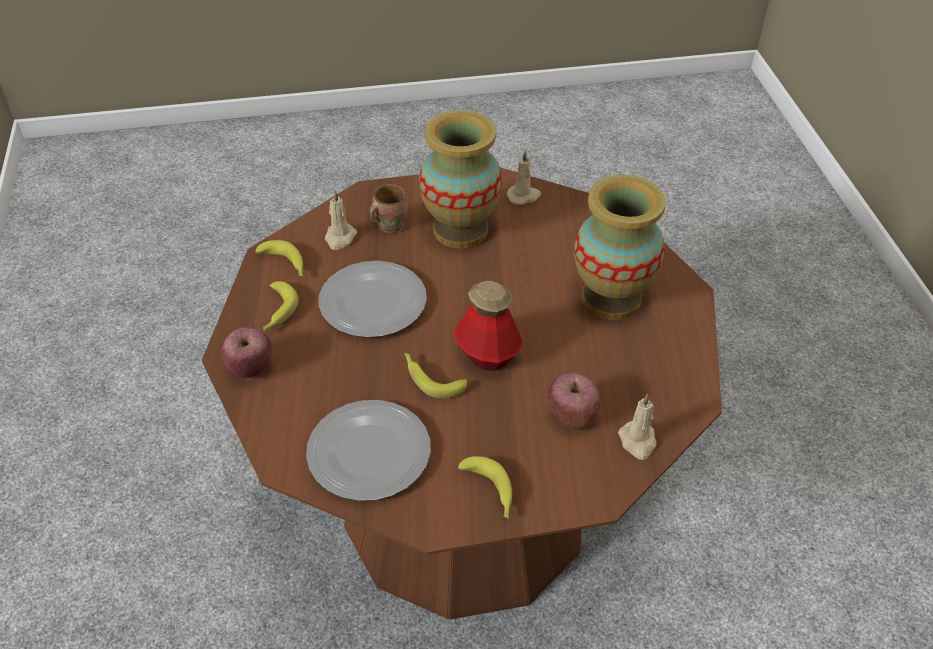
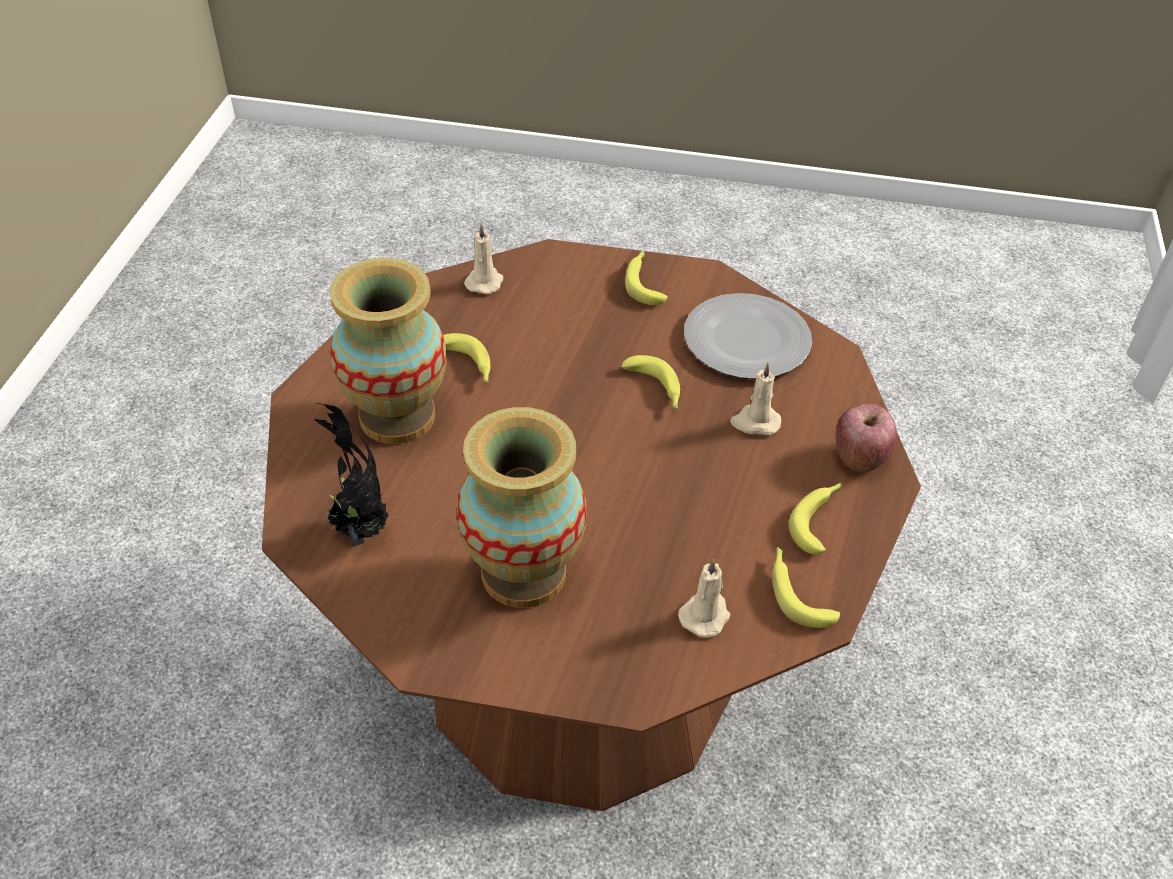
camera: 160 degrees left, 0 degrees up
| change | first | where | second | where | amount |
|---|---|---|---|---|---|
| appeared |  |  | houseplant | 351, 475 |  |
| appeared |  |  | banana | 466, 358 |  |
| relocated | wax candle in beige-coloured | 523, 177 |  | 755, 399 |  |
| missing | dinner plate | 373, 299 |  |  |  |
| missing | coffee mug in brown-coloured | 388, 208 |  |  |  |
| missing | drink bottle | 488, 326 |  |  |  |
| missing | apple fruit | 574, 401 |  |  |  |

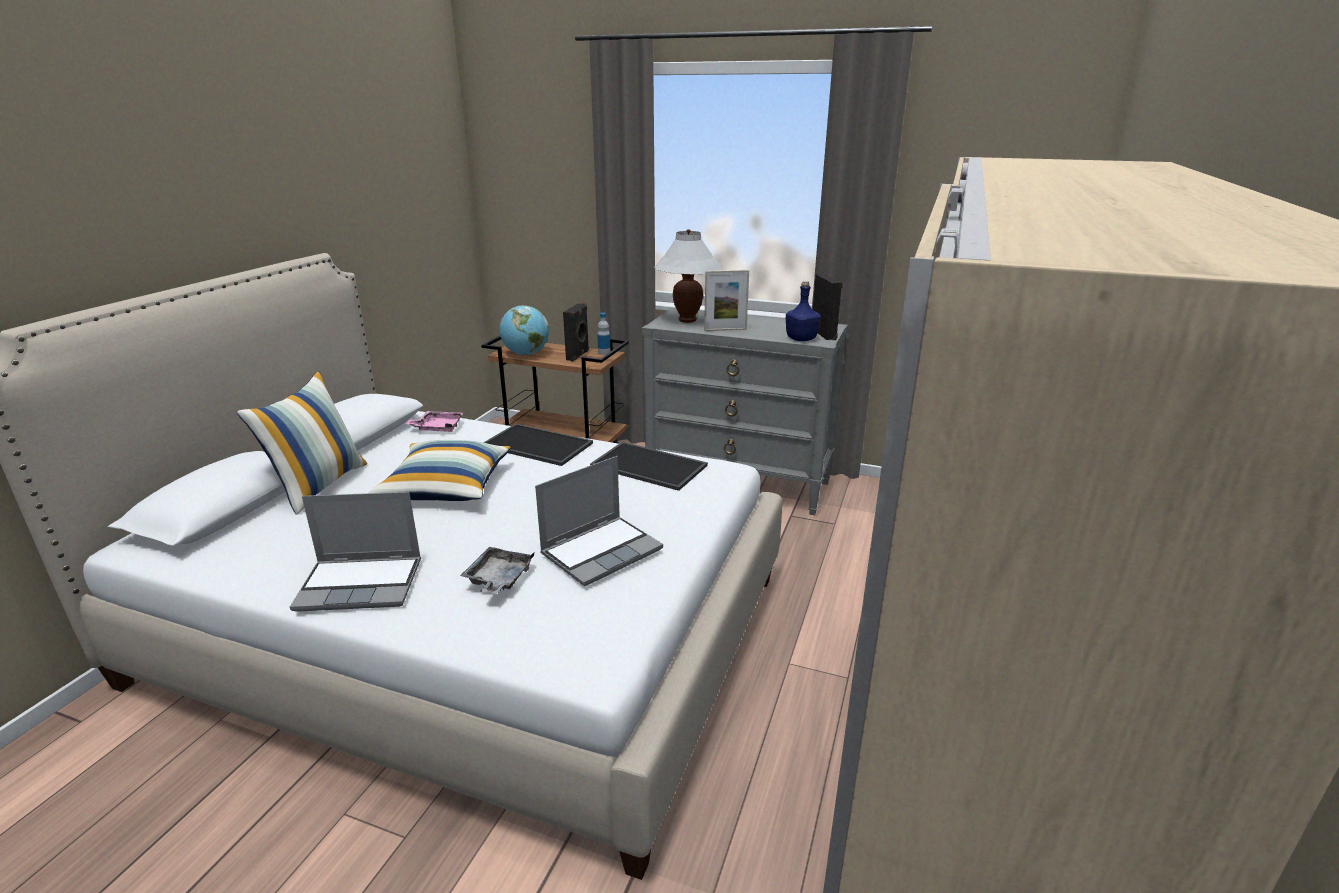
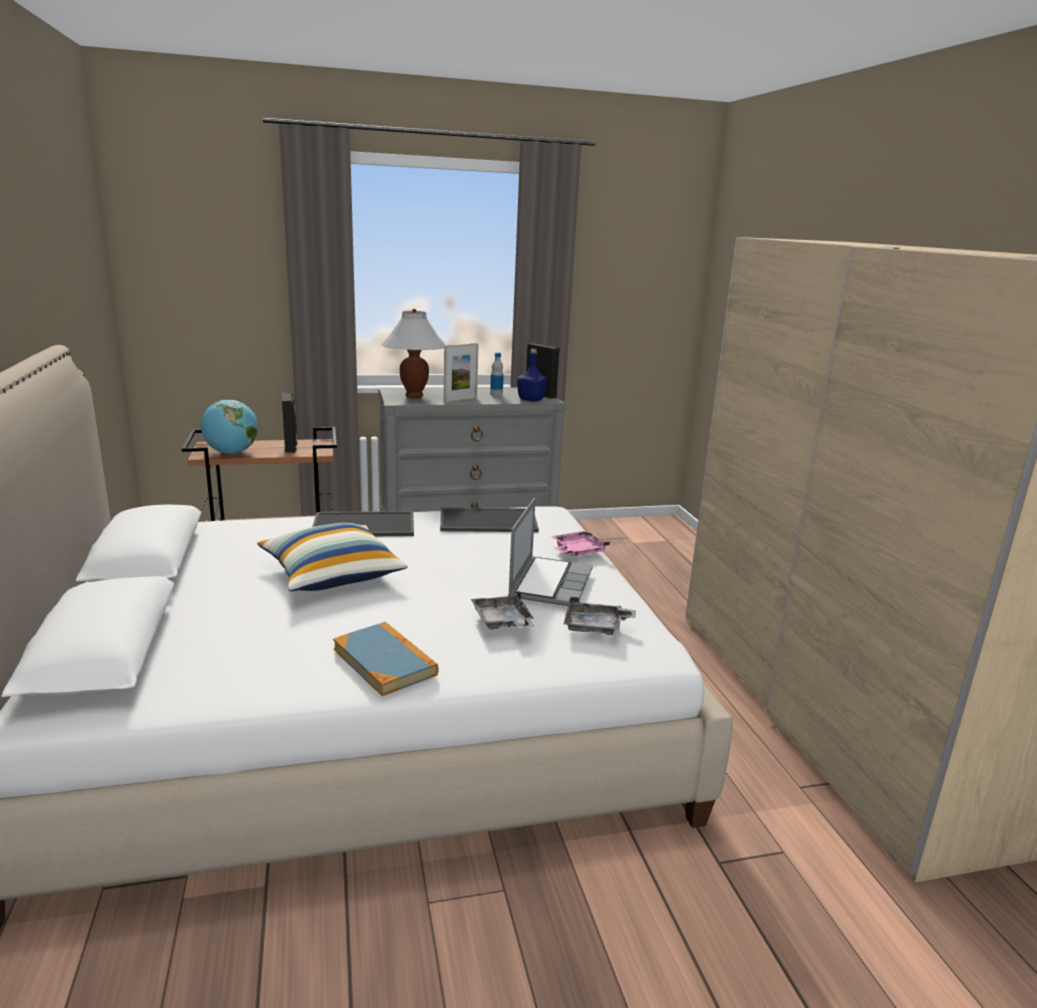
camera: 35 degrees left, 5 degrees down
| change | first | where | second | where | amount |
|---|---|---|---|---|---|
| exchanged | notebook computer | 355, 552 | book | 386, 659 |  |
| relocated | drink bottle | 603, 334 |  | 497, 374 |  |
| relocated | tray in pink | 434, 421 |  | 580, 543 |  |
| appeared |  |  | tray in greyish | 600, 616 |  |
| missing | throw pillow | 302, 443 |  |  |  |

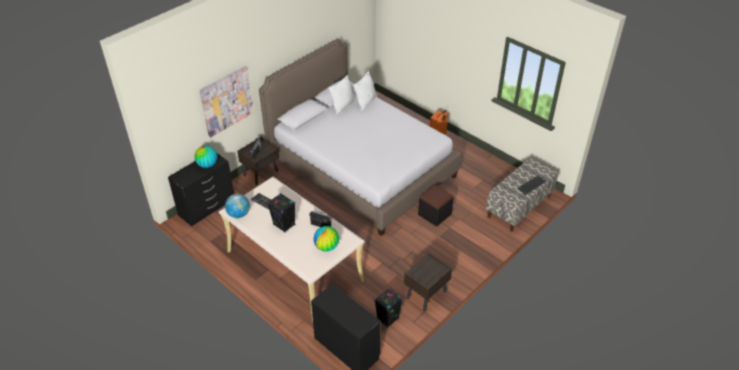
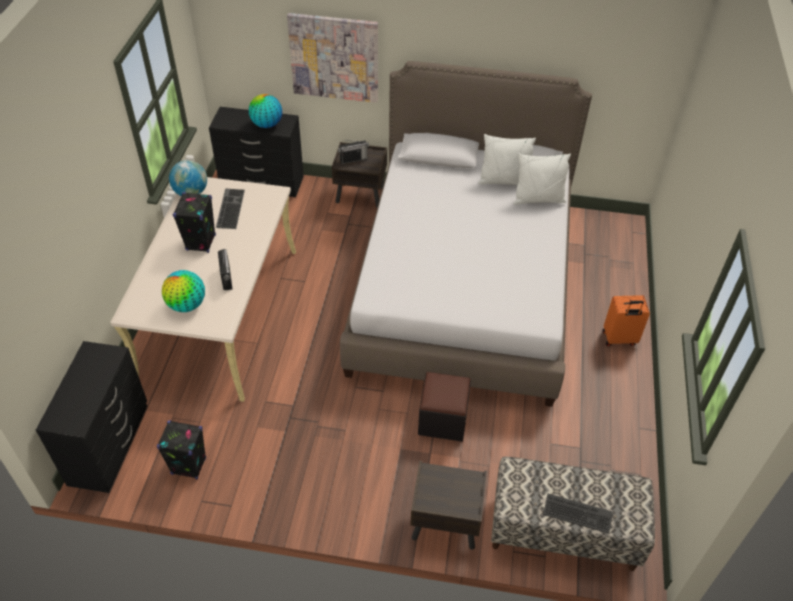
camera: 55 degrees right, 5 degrees up
| change | first | where | second | where | amount |
|---|---|---|---|---|---|
| relocated | bedside table in brown-coloured | 428, 281 |  | 448, 505 |  |

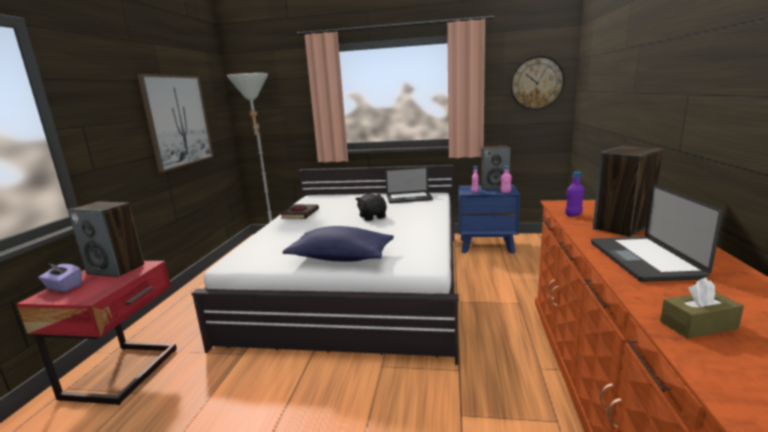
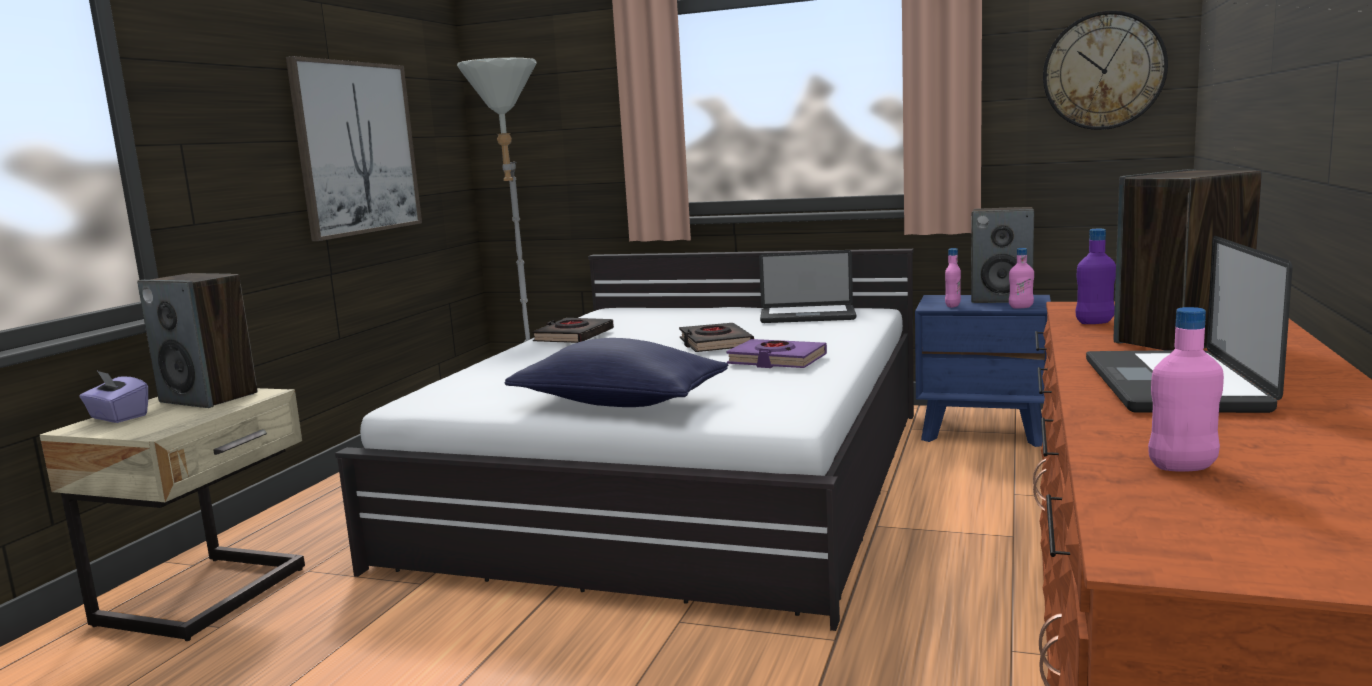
camera: 10 degrees right, 5 degrees down
| change | first | where | second | where | amount |
|---|---|---|---|---|---|
| colour | bedside table in red | 96, 333 | bedside table in beige-coloured | 172, 514 |  |
| exchanged | cuddly toy in black | 371, 207 | book in black | 716, 337 |  |
| appeared |  |  | book in purple-coloured | 776, 353 |  |
| exchanged | tissue holder in brown-coloured | 702, 308 | drink bottle in pink | 1186, 389 |  |

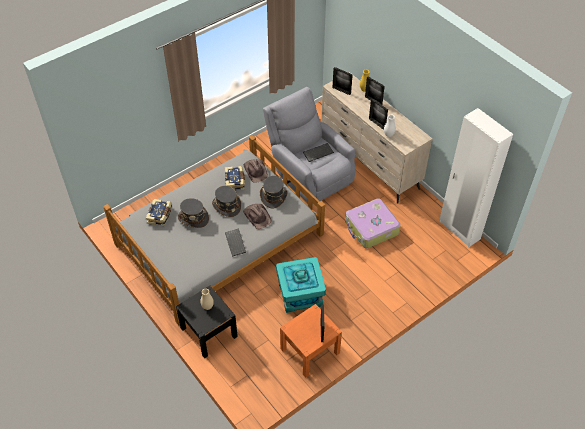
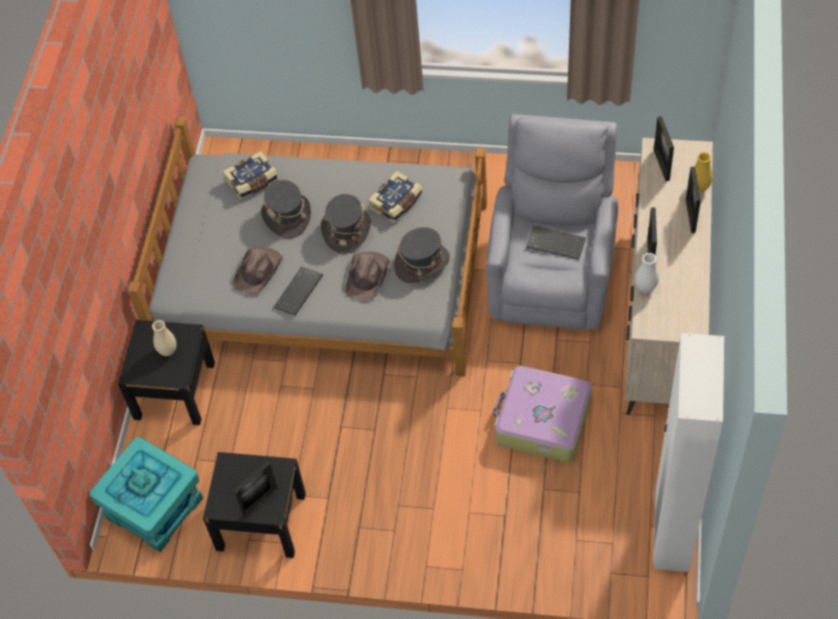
camera: 50 degrees right, 5 degrees up
| change | first | where | second | where | amount |
|---|---|---|---|---|---|
| relocated | storage box in blue-green | 301, 285 |  | 146, 494 |  |
| colour | bedside table in orange | 311, 341 | bedside table in black | 254, 505 |  |
| relocated | hat in brown-coloured | 255, 171 |  | 258, 270 |  |

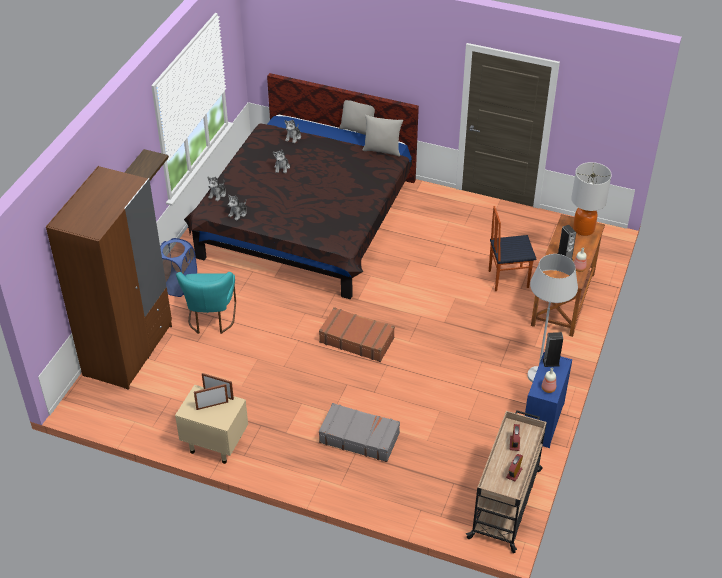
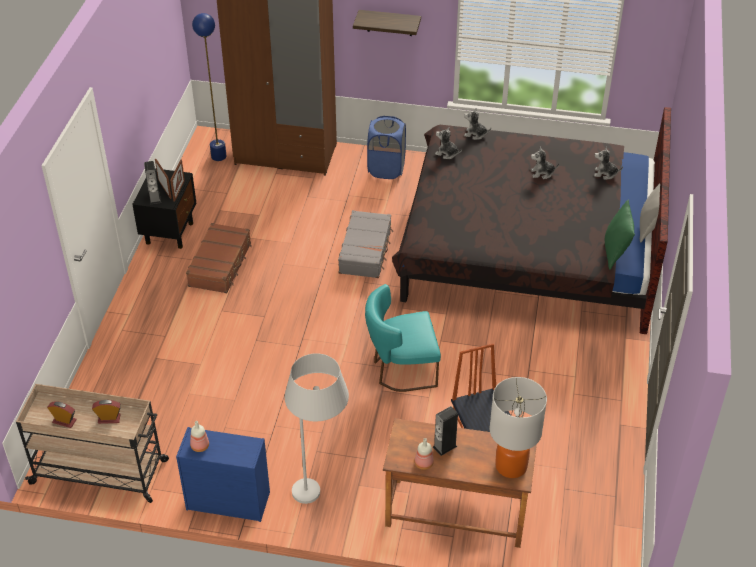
camera: 80 degrees right, 0 degrees up
| change | first | where | second | where | amount |
|---|---|---|---|---|---|
| colour | bedside table in beige-coloured | 211, 424 | bedside table in black | 164, 209 |  |
| relocated | loudspeaker | 553, 349 |  | 152, 183 |  |
| relocated | travel case in brown-coloured | 357, 334 |  | 219, 258 |  |
| appeared |  |  | standard lamp in bluish | 209, 87 |  |
| relocated | travel case in greyish | 359, 432 |  | 365, 244 |  |
| relocated | upright chair in blue-green | 206, 303 |  | 403, 338 |  |
| colour | throw pillow in greyish | 383, 135 | throw pillow in green | 620, 234 |  |

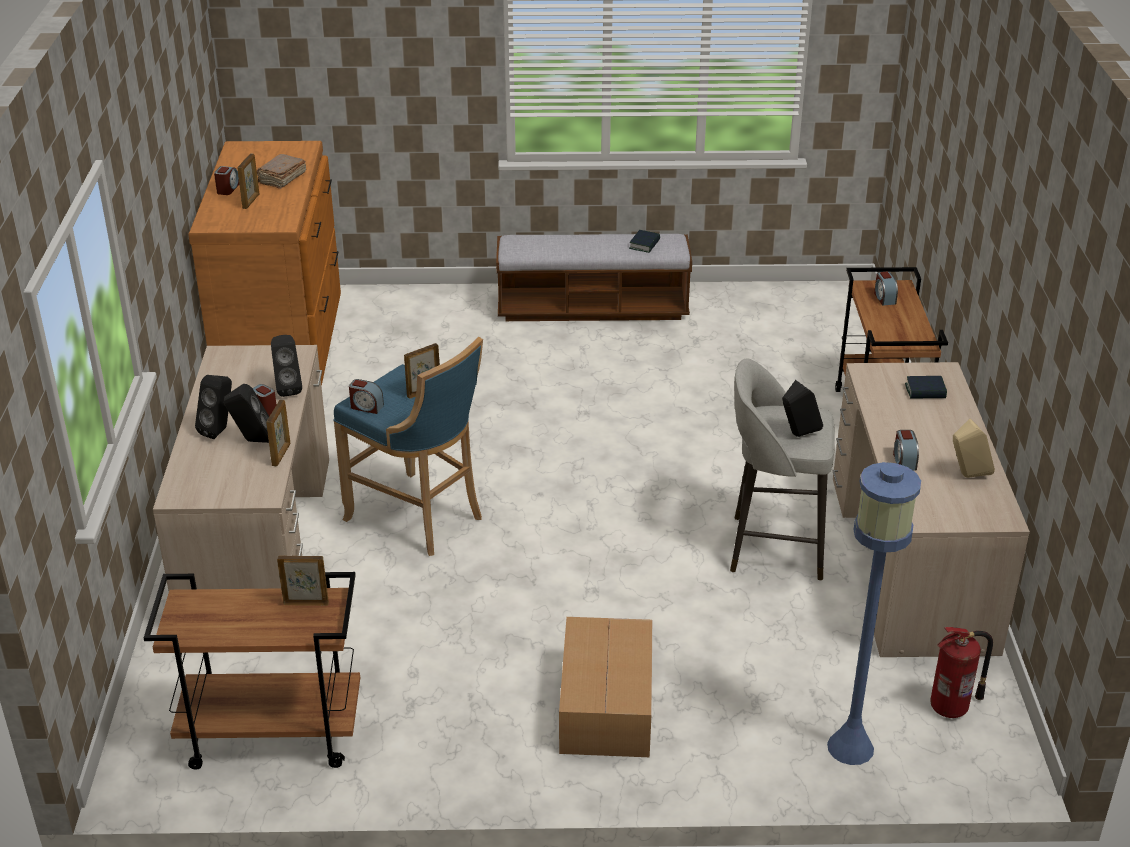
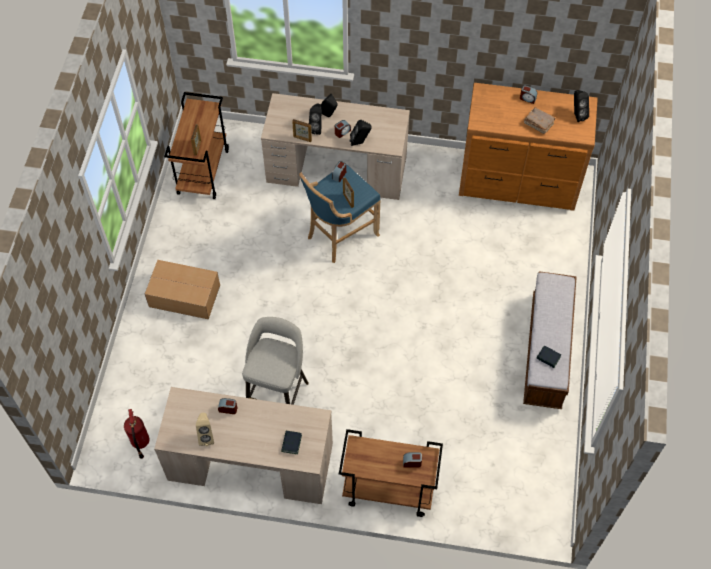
camera: 100 degrees right, 25 degrees up
| change | first | where | second | where | amount |
|---|---|---|---|---|---|
| relocated | loudspeaker in black | 802, 408 |  | 581, 106 |  |
| missing | picture frame | 248, 181 |  |  |  |
| missing | standard lamp in bluish | 874, 613 |  |  |  |

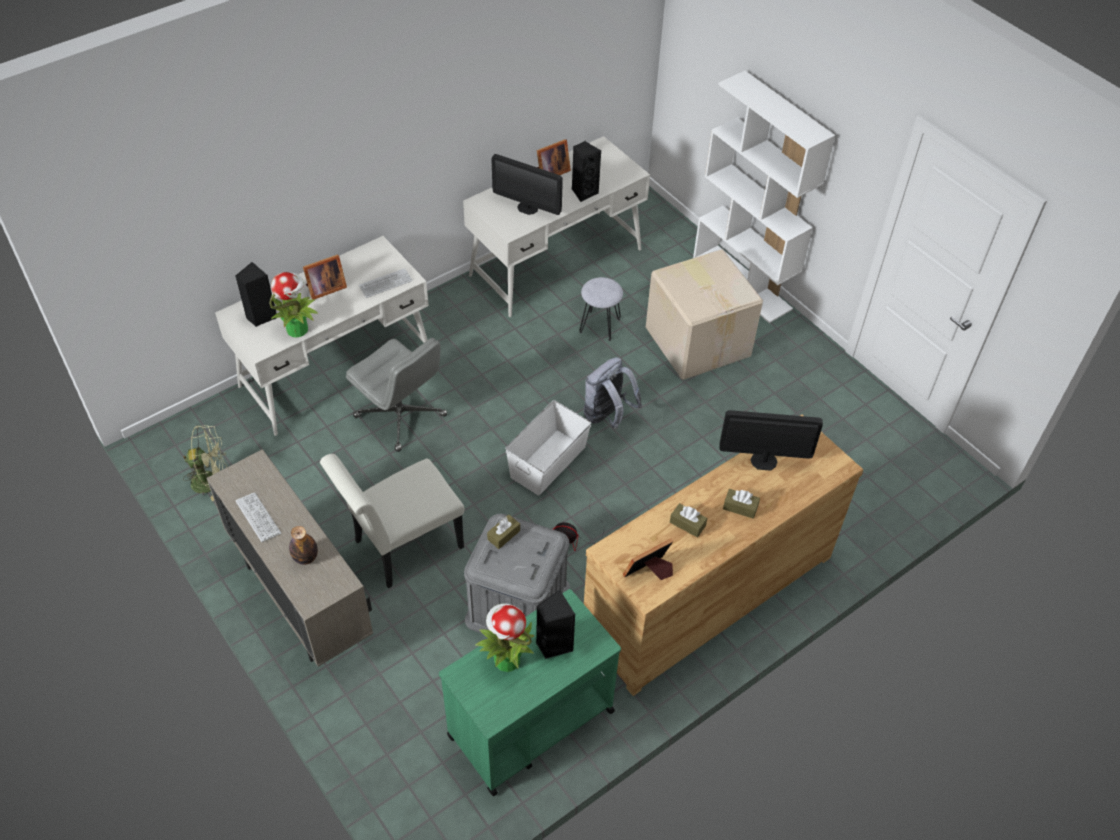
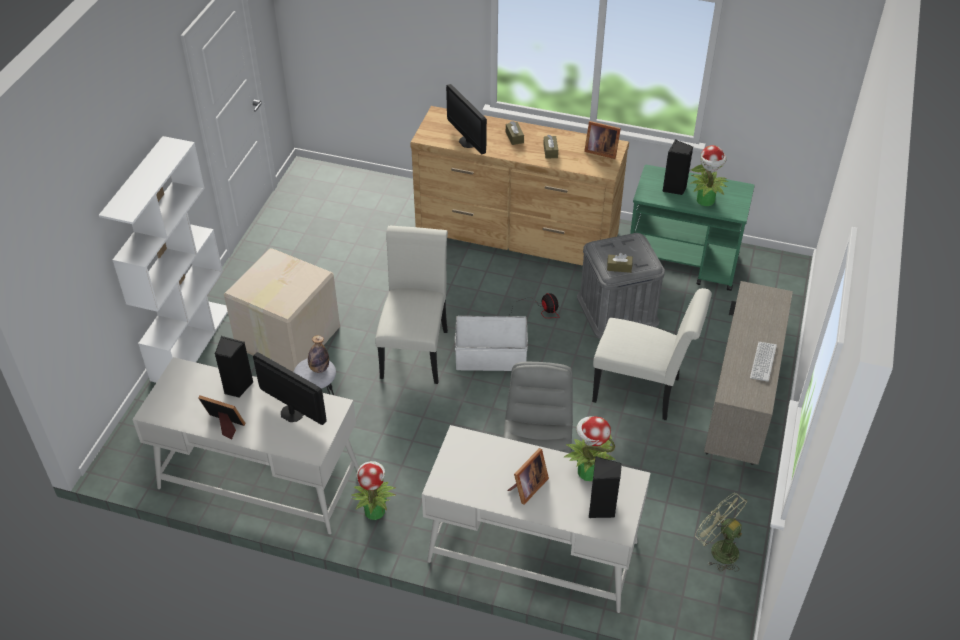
camera: 125 degrees left, 5 degrees down
| change | first | where | second | where | amount |
|---|---|---|---|---|---|
| spun | computer screen | 527, 184 |  | 289, 388 | 45 degrees counterclockwise |
| relocated | drink bottle | 303, 545 |  | 318, 354 |  |
| appeared |  |  | houseplant | 373, 490 |  |
| exchanged | rucksack in greyish | 613, 393 | upright chair in whitish | 411, 305 |  |
| spun | picture frame | 325, 276 |  | 528, 476 | 105 degrees clockwise |
| missing | computer keyboard | 386, 283 |  |  |  |

